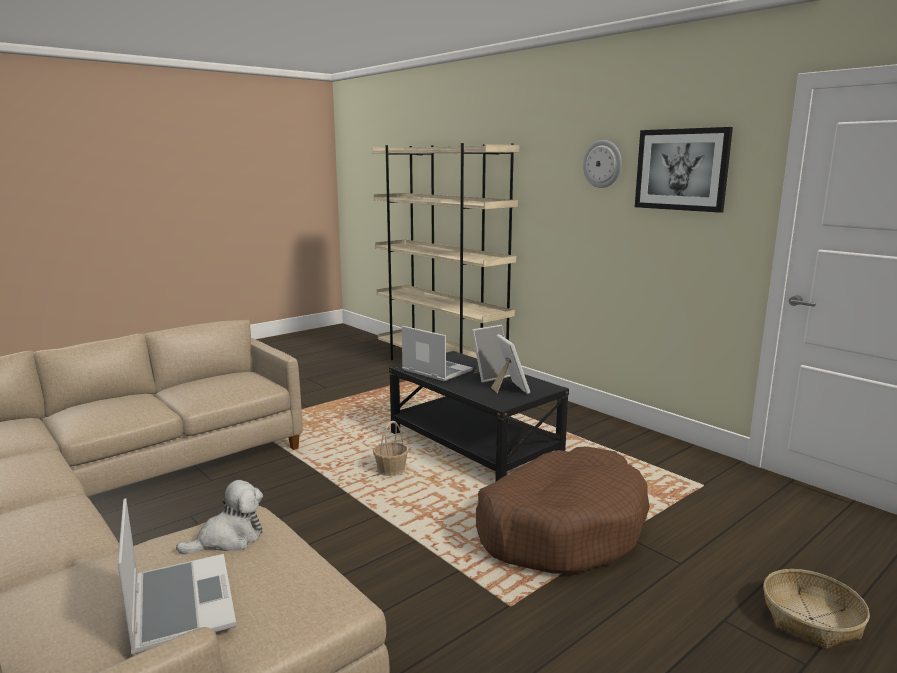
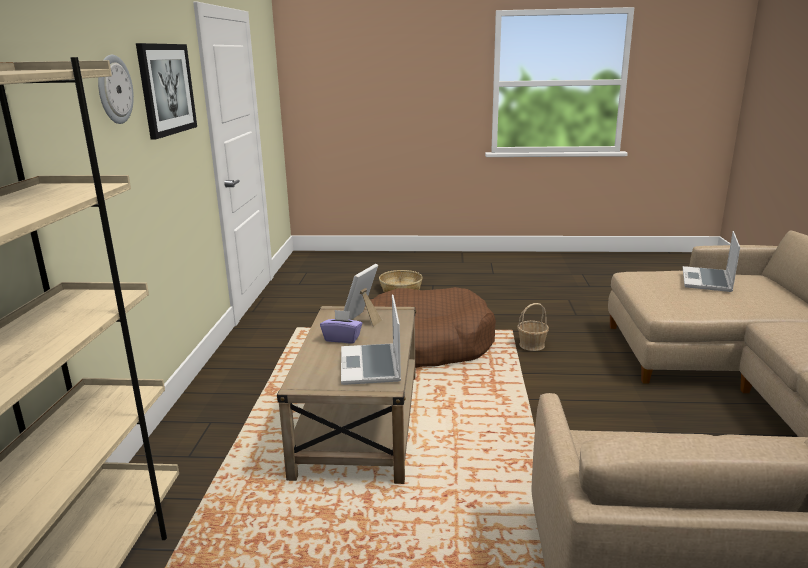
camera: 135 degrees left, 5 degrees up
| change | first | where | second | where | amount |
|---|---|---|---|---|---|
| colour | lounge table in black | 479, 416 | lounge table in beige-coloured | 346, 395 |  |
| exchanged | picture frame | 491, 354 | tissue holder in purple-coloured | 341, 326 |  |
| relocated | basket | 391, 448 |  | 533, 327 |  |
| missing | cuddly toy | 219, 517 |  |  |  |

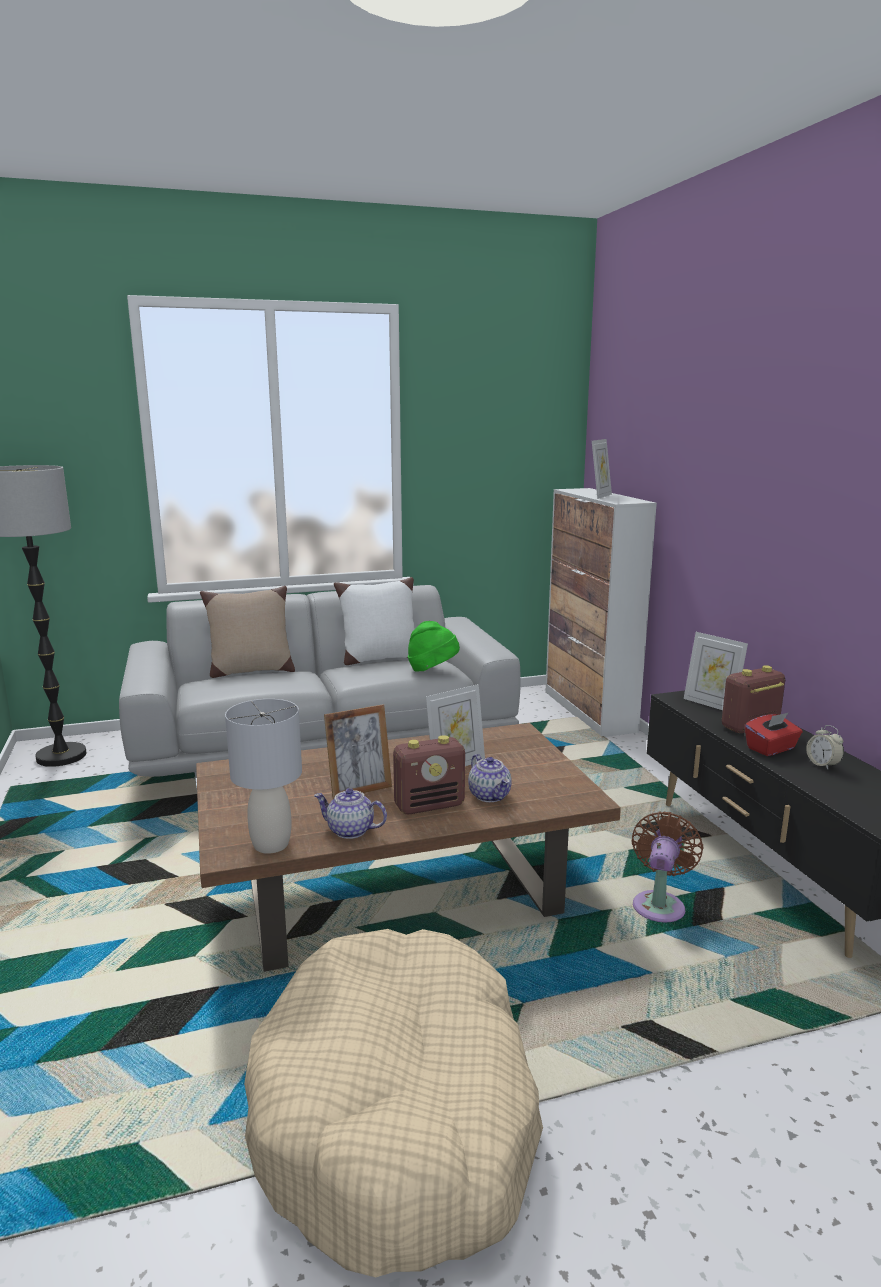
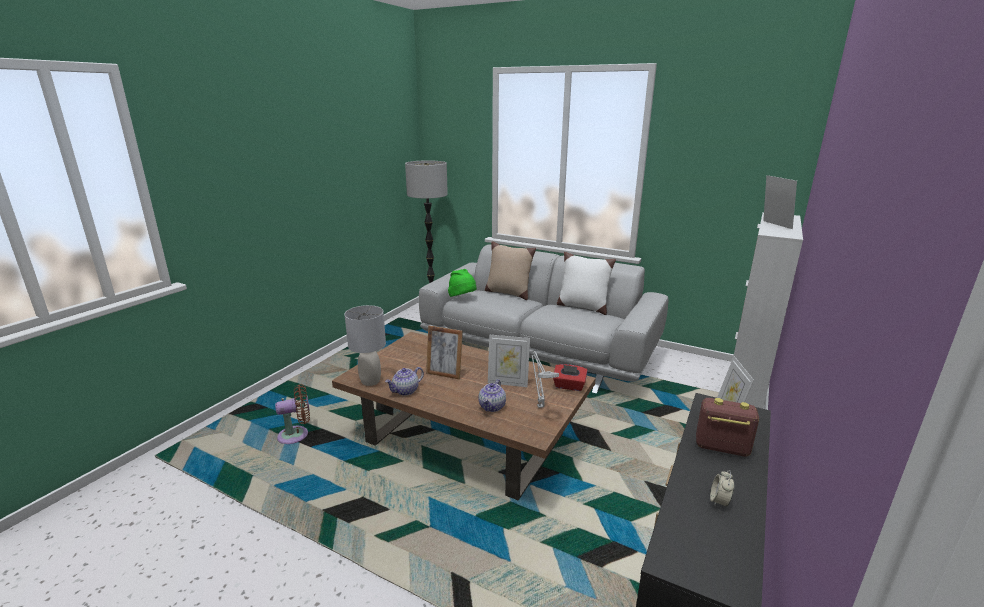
camera: 45 degrees right, 5 degrees up
| change | first | where | second | where | amount |
|---|---|---|---|---|---|
| relocated | fan in brown-coloured | 667, 867 |  | 292, 414 |  |
| spun | teapot | 350, 813 |  | 404, 381 | 105 degrees counterclockwise |
| relocated | hat in green | 434, 646 |  | 462, 283 |  |
| appeared |  |  | tabletop lamp in greyish | 545, 379 |  |
| relocated | tissue holder in red | 774, 734 |  | 570, 377 |  |
| spun | picture frame | 602, 469 |  | 780, 202 | 90 degrees counterclockwise |
| missing | dog bed in beige-coloured | 393, 1103 |  |  |  |
| missing | radio | 429, 774 |  |  |  |

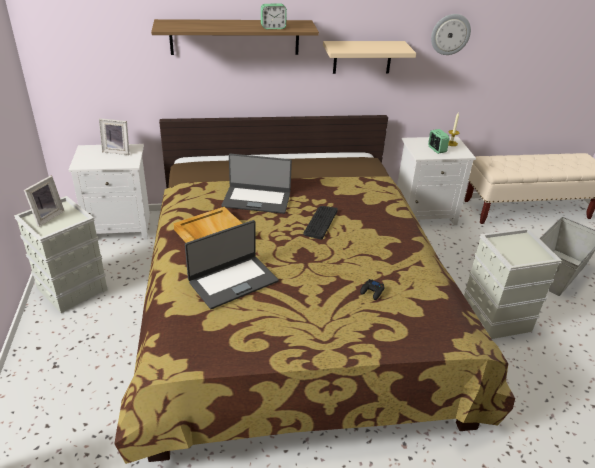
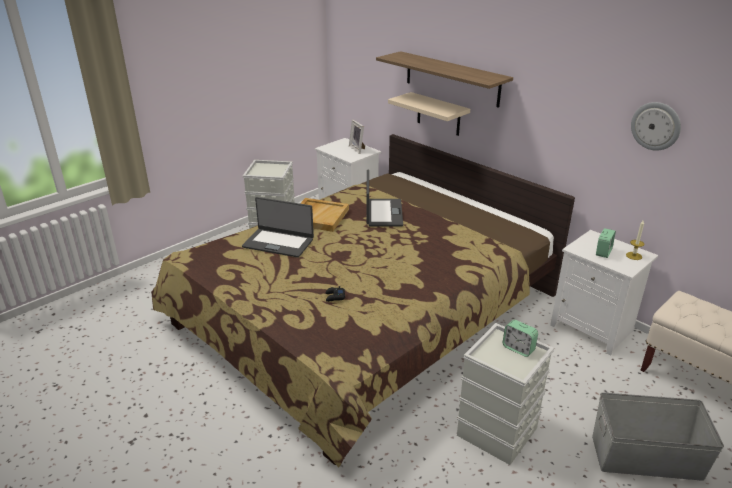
camera: 55 degrees right, 5 degrees down
| change | first | where | second | where | amount |
|---|---|---|---|---|---|
| spun | notebook computer | 256, 184 |  | 384, 198 | 150 degrees counterclockwise |
| relocated | wall shelf in beige-coloured | 369, 57 |  | 429, 114 |  |
| relocated | table clock | 274, 16 |  | 520, 338 |  |
| missing | picture frame | 44, 201 |  |  |  |
| missing | computer keyboard | 320, 223 |  |  |  |

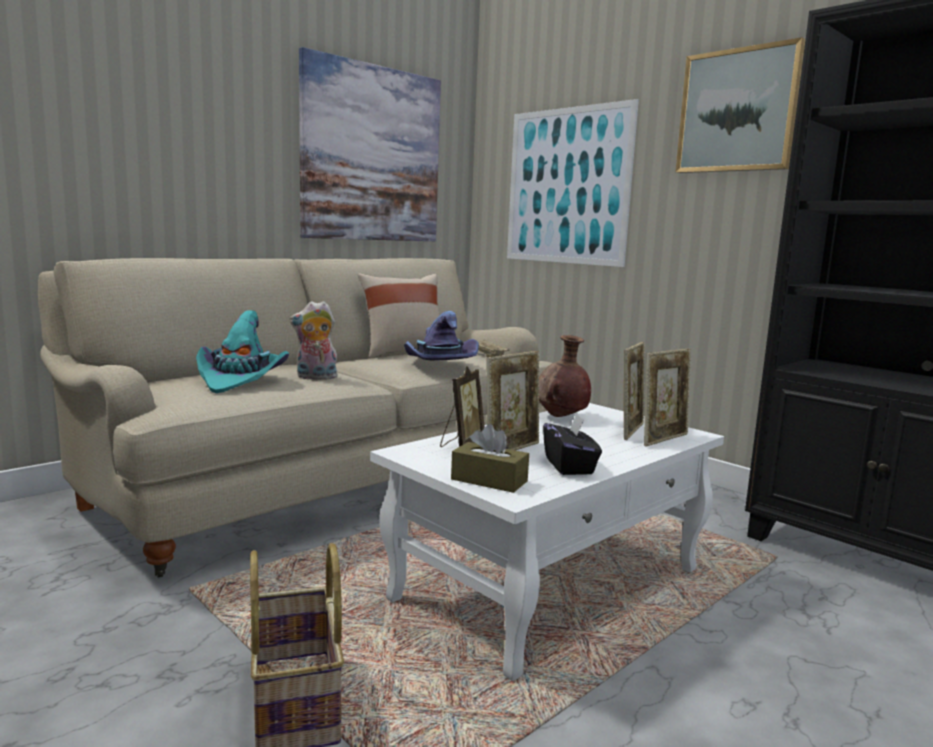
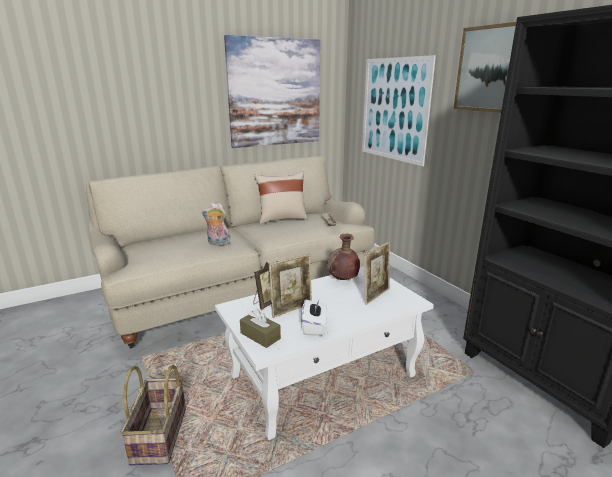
camera: 15 degrees right, 10 degrees up
| change | first | where | second | where | amount |
|---|---|---|---|---|---|
| colour | tissue holder in black | 572, 444 | tissue holder in whitish | 314, 317 |  |
| missing | hat in blue-green | 242, 351 |  |  |  |
| missing | hat in purple-coloured | 441, 336 |  |  |  |
| missing | picture frame | 667, 398 |  |  |  |

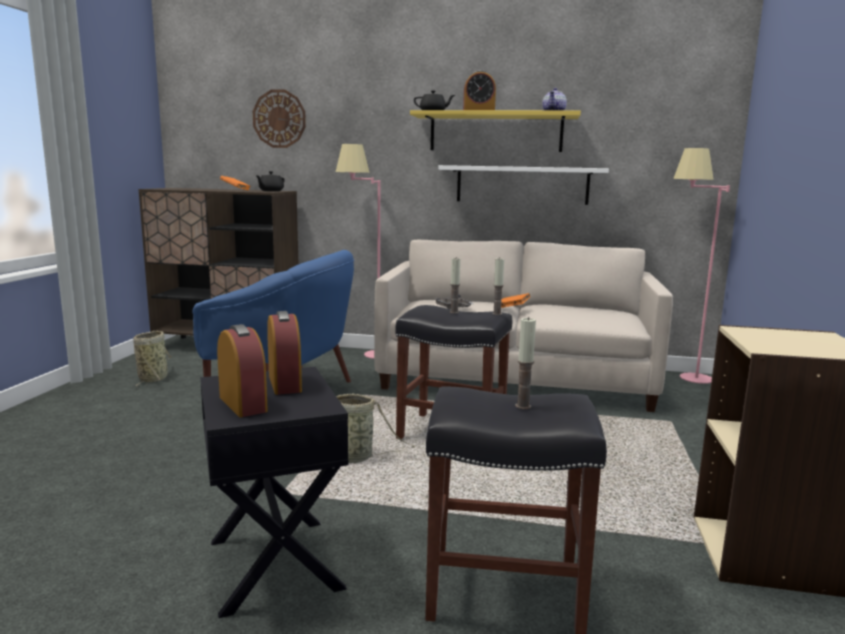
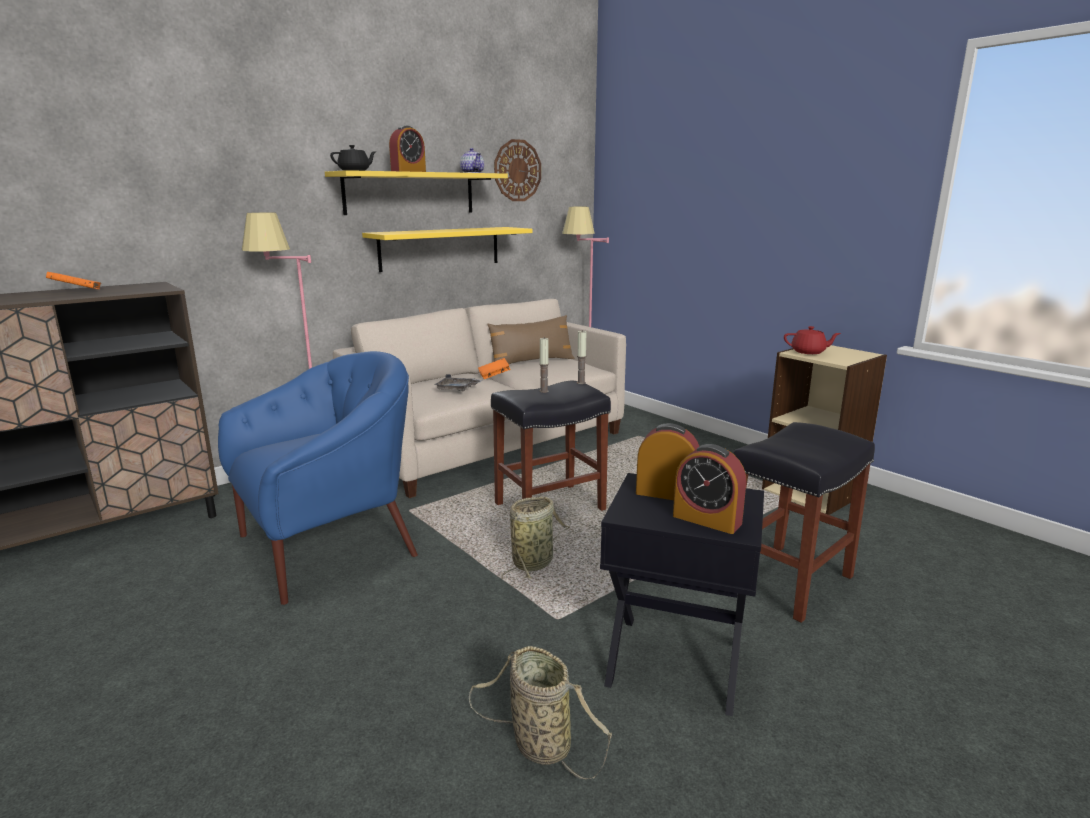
camera: 50 degrees left, 5 degrees up
| change | first | where | second | where | amount |
|---|---|---|---|---|---|
| colour | wall shelf in whitish | 524, 185 | wall shelf in yellow-coloured | 447, 249 |  |
| relocated | basket | 152, 359 |  | 540, 712 |  |
| appeared |  |  | throw pillow in brown-coloured | 530, 339 |  |
| relocated | clock on the wall | 279, 119 |  | 517, 170 |  |
| spun | table clock | 242, 370 |  | 709, 489 | 150 degrees counterclockwise |
| appeared |  |  | teapot in red | 812, 340 |  |
| missing | teapot in black | 269, 181 |  |  |  |
| missing | wax candle | 525, 363 |  |  |  |

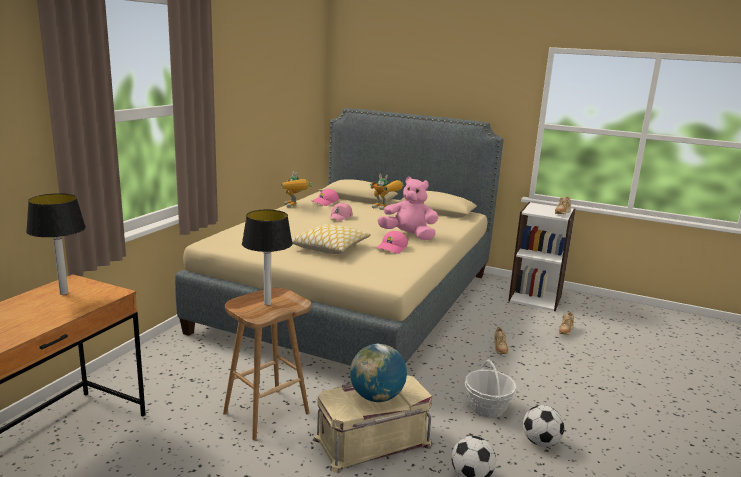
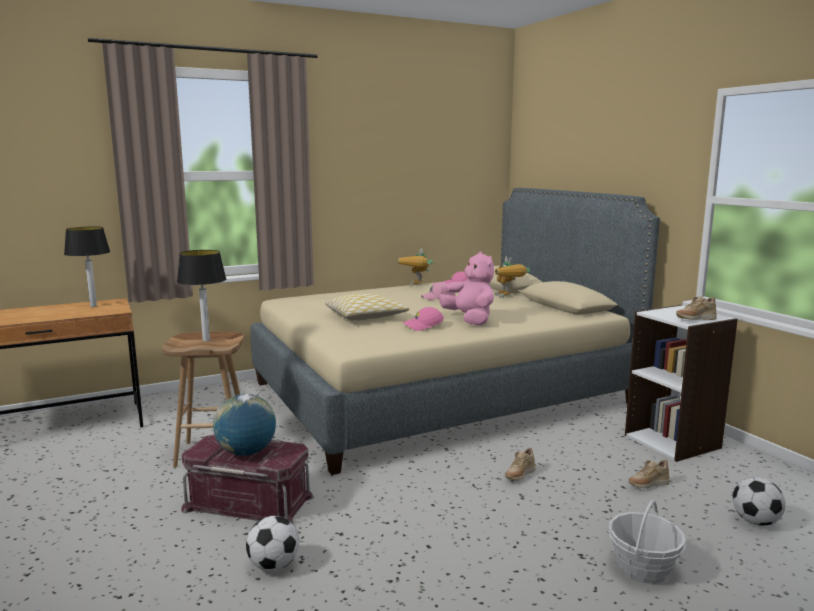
camera: 40 degrees right, 5 degrees down
| change | first | where | second | where | amount |
|---|---|---|---|---|---|
| colour | storage box in beige-coloured | 373, 424 | storage box in red | 247, 479 |  |
| relocated | basket | 491, 389 |  | 647, 542 |  |
| relocated | ball for football | 543, 426 |  | 759, 501 |  |

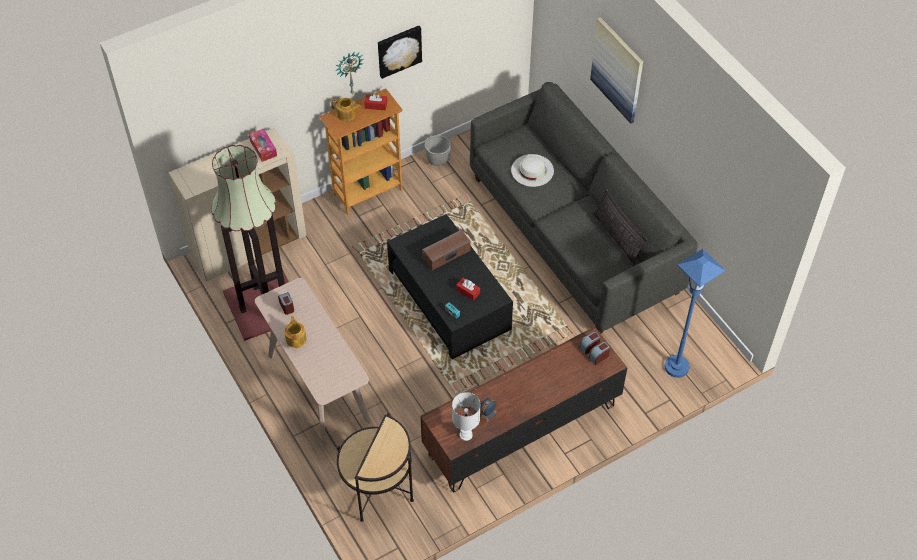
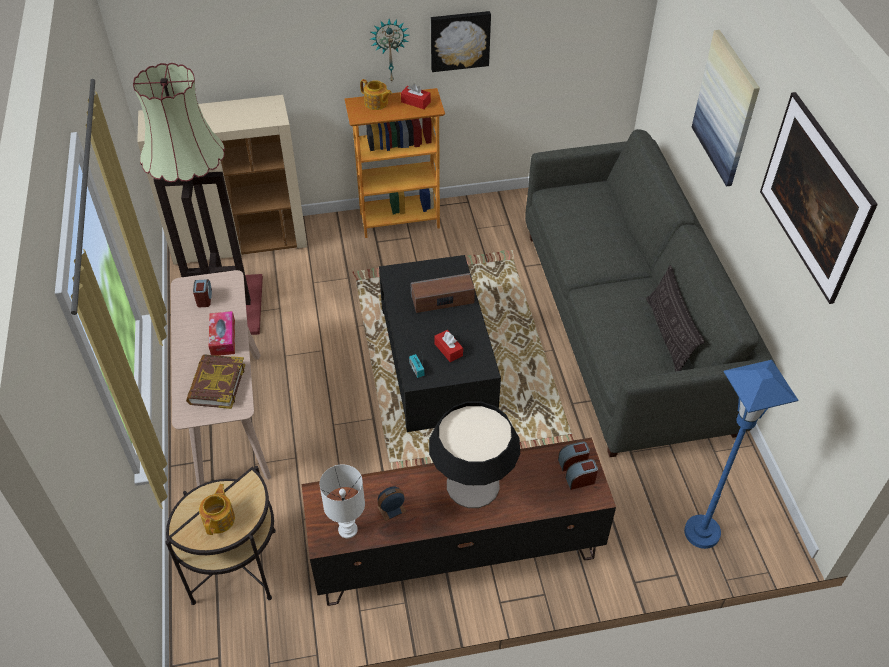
camera: 20 degrees right, 5 degrees down
| change | first | where | second | where | amount |
|---|---|---|---|---|---|
| appeared |  |  | book | 215, 381 |  |
| relocated | teapot | 295, 332 |  | 217, 509 |  |
| relocated | tissue holder | 263, 145 |  | 222, 333 |  |
| appeared |  |  | tabletop lamp | 474, 455 |  |
| appeared |  |  | wall picture | 819, 198 |  |
| missing | plant pot in greyish | 438, 150 |  |  |  |
| missing | hat in whitish | 532, 170 |  |  |  |

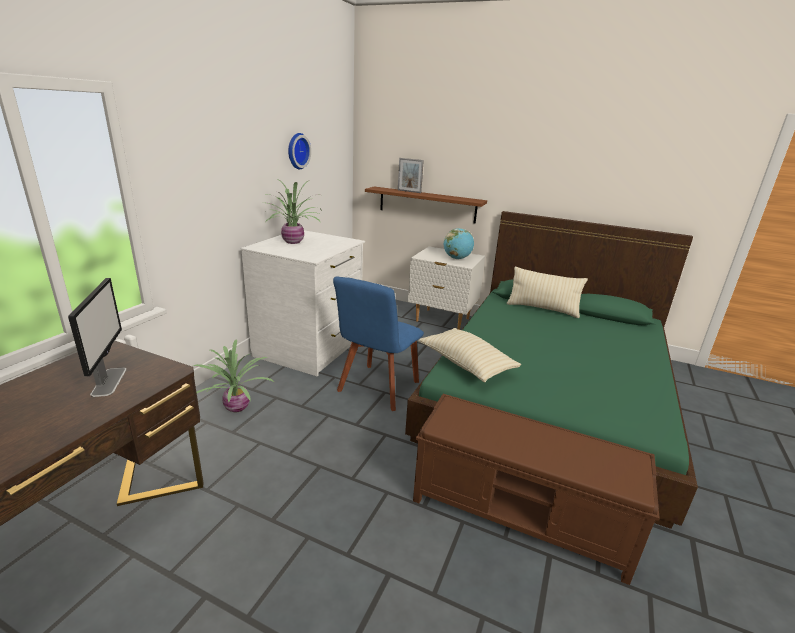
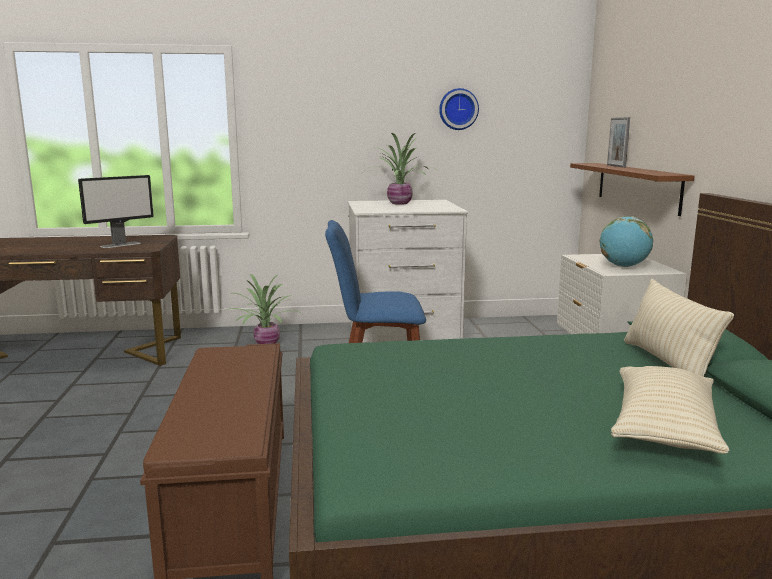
camera: 60 degrees right, 10 degrees down
| change | first | where | second | where | amount |
|---|---|---|---|---|---|
| relocated | throw pillow in beige-coloured | 469, 355 |  | 670, 410 |  |

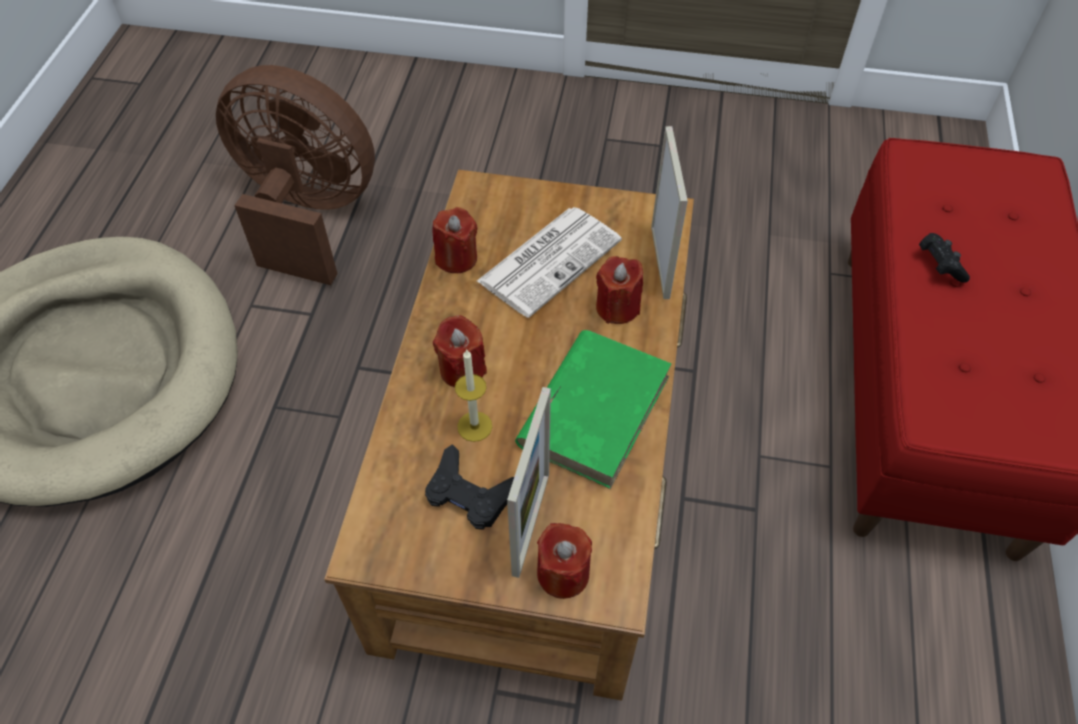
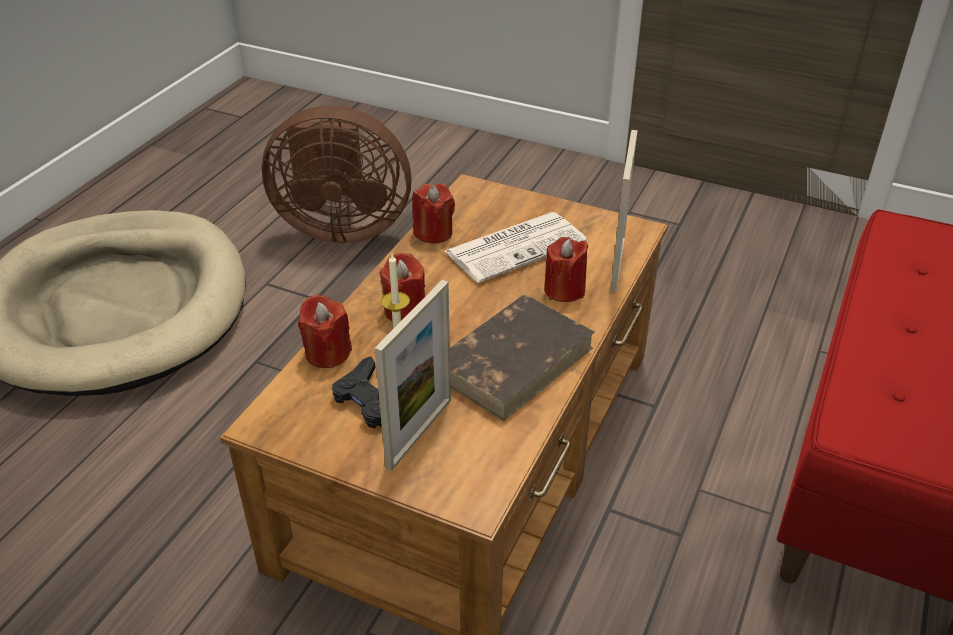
camera: 15 degrees right, 15 degrees down
| change | first | where | second | where | amount |
|---|---|---|---|---|---|
| spun | fan in brown-coloured | 295, 175 |  | 336, 174 | 150 degrees clockwise |
| relocated | wax candle in red | 564, 561 |  | 325, 331 |  |
| colour | book in green | 593, 409 | book in brown-coloured | 522, 358 |  |
| missing | game controller in black | 944, 258 |  |  |  |

